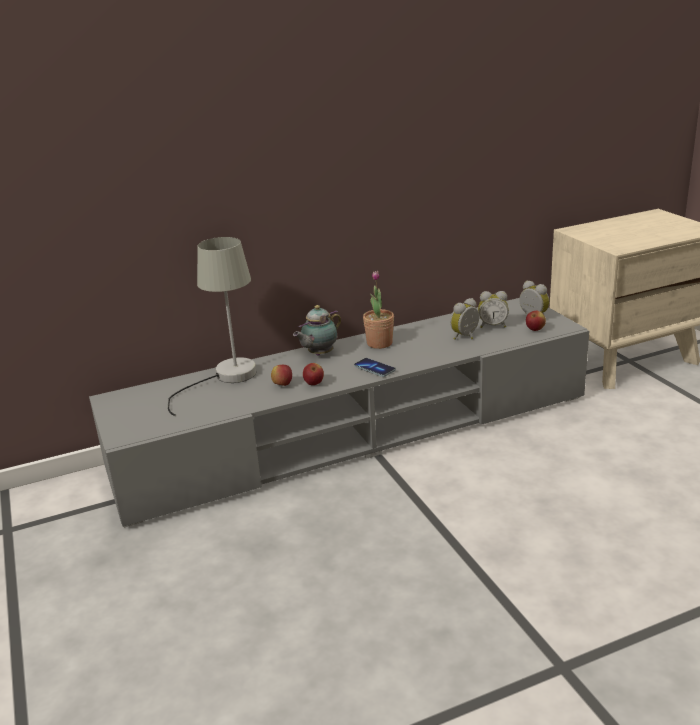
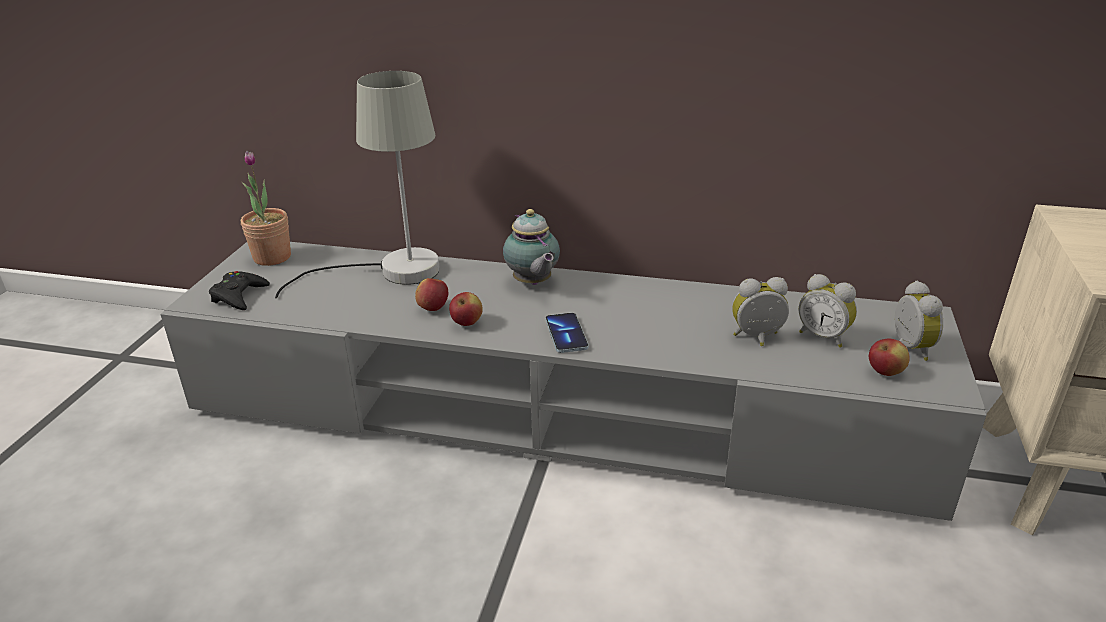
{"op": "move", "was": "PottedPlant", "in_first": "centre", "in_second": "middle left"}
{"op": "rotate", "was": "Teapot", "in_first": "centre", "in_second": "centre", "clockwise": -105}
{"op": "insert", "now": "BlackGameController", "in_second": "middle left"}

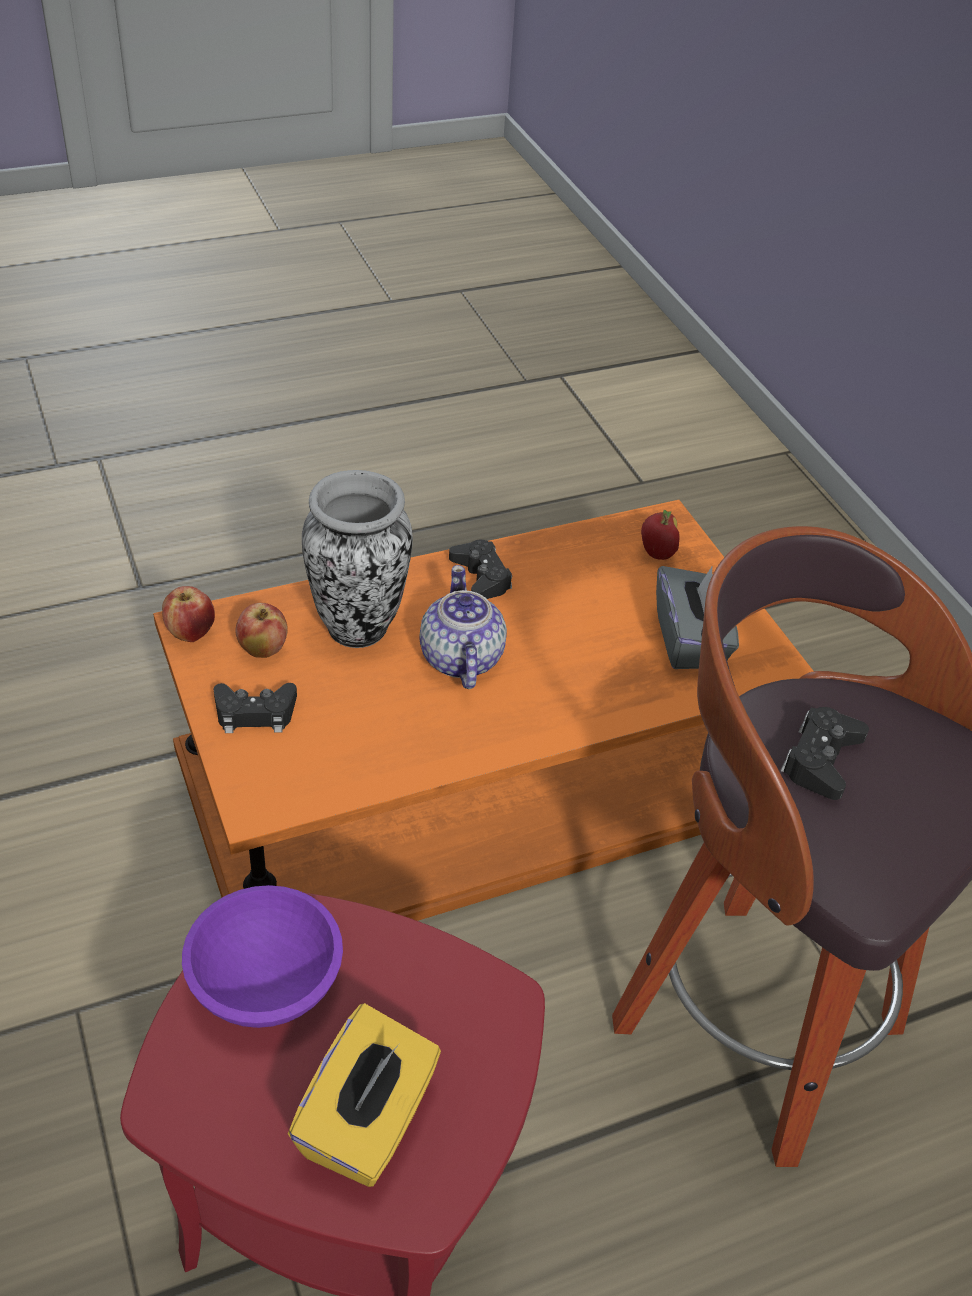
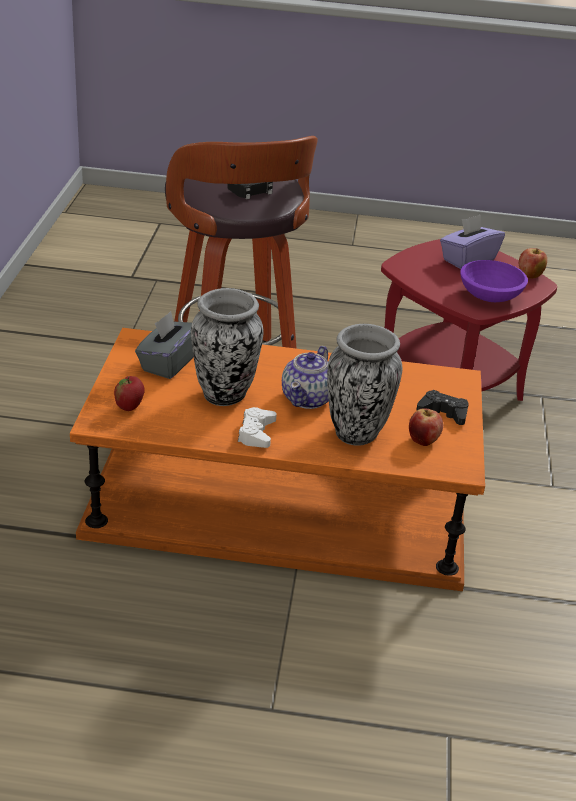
{"op": "recolor", "was": "BlackGameController (2nd from left)", "now": "WhiteGameController", "in_first": "centre", "in_second": "centre"}
{"op": "move", "was": "Apple (1st from left in the first image)", "now": "Apple (3rd from left)", "in_first": "middle left", "in_second": "top right"}
{"op": "recolor", "was": "YellowTissueBox", "now": "PurpleTissueBox", "in_first": "bottom centre", "in_second": "top right"}
{"op": "insert", "now": "Vase (1st from left)", "in_second": "centre"}

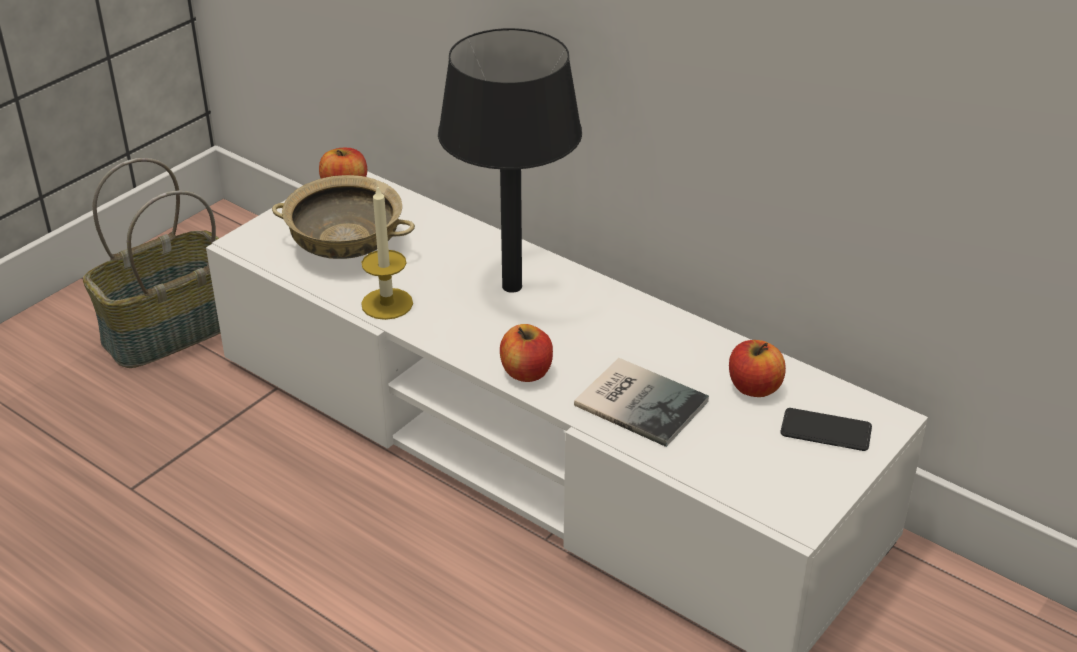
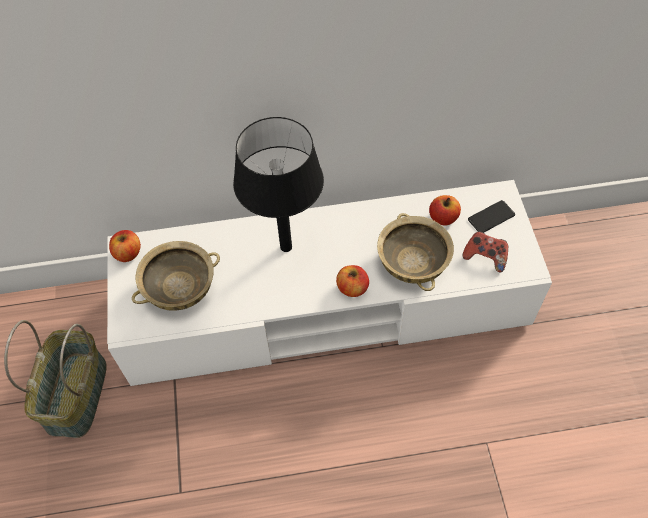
{"op": "delete", "was": "Candle", "in_first": "centre"}
{"op": "replace", "was": "Book", "now": "BeigeBowl (2nd from left)", "in_first": "centre", "in_second": "centre"}
{"op": "insert", "now": "GameController", "in_second": "middle right"}

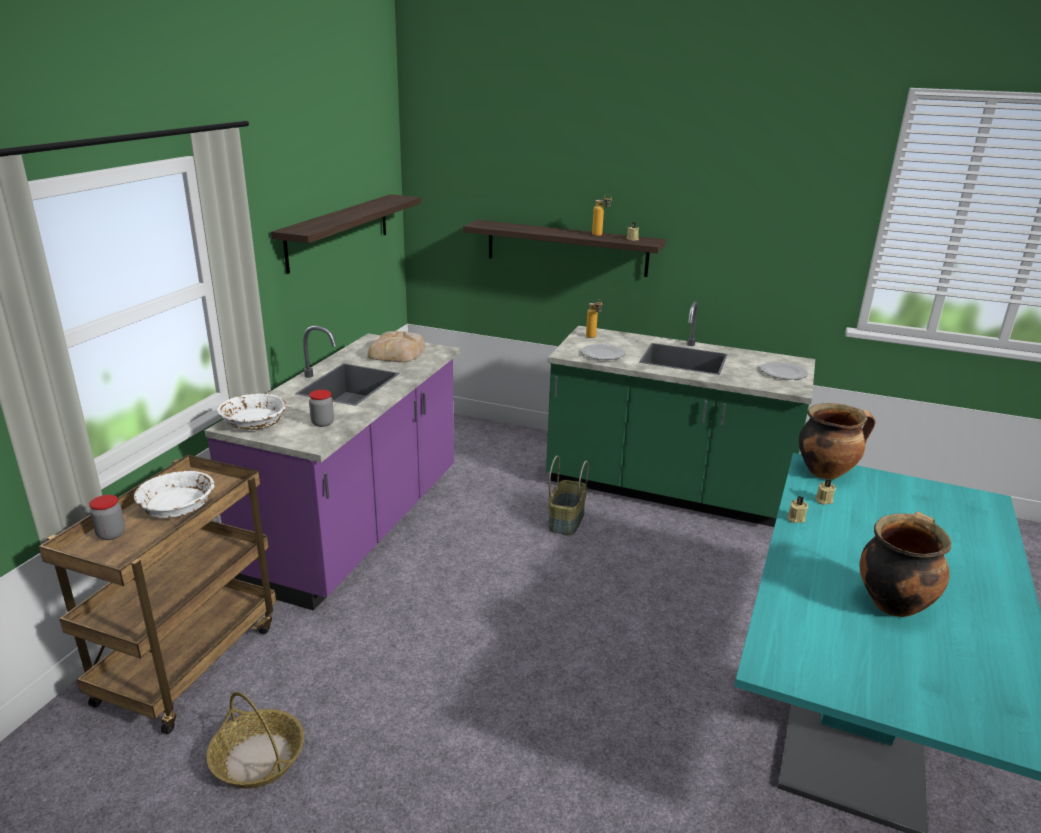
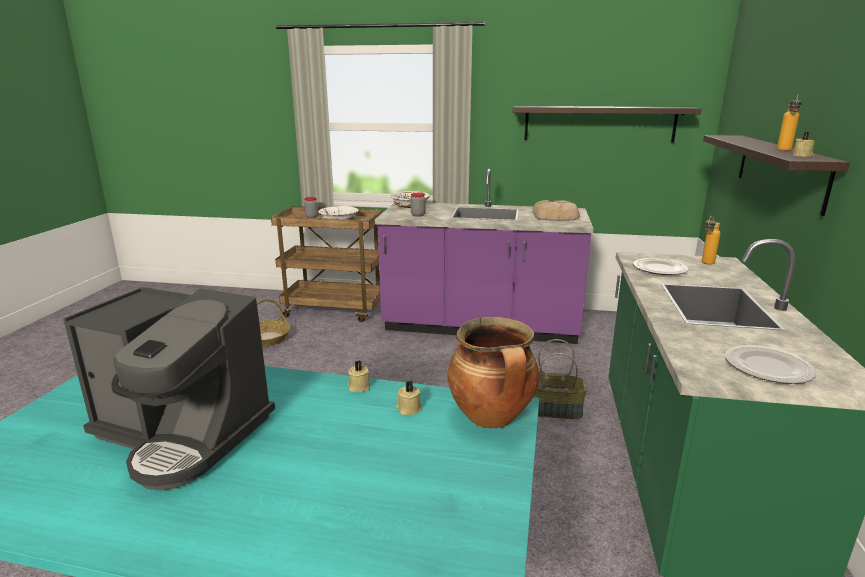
{"op": "replace", "was": "CookingPot (2nd from left)", "now": "CoffeeMachine", "in_first": "bottom right", "in_second": "bottom left"}

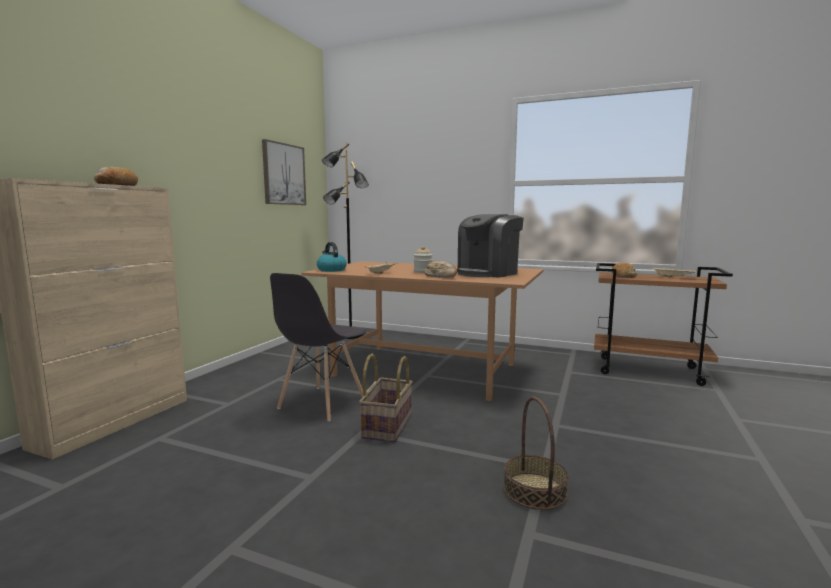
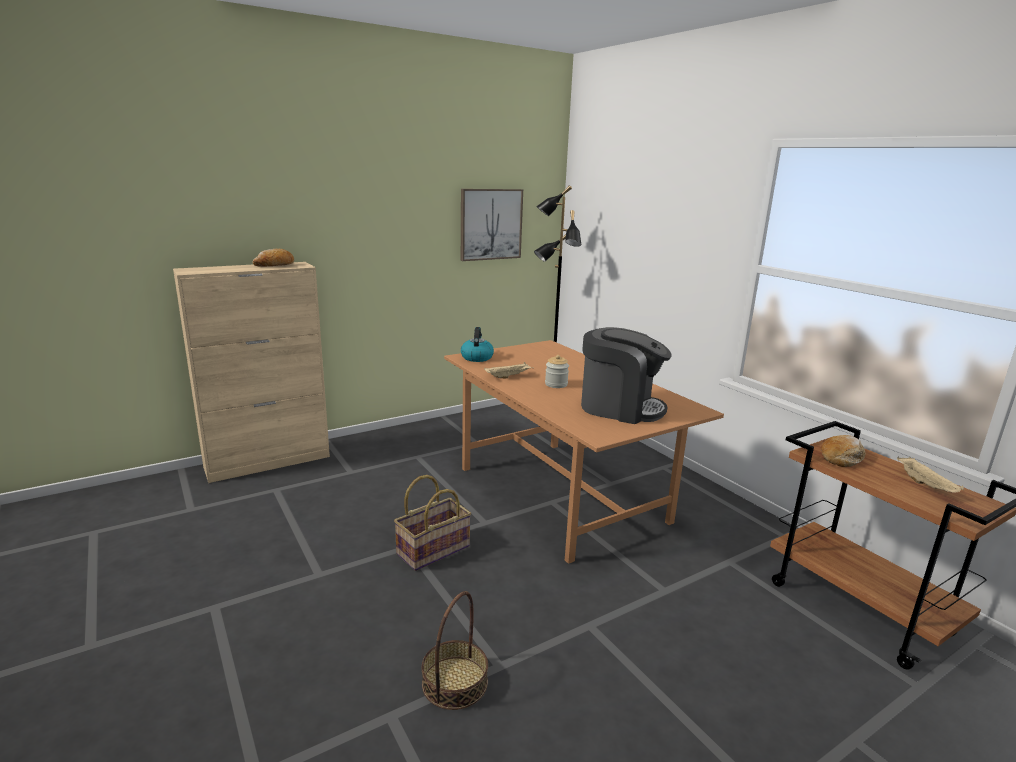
{"op": "rotate", "was": "CoffeeMachine", "in_first": "centre", "in_second": "centre", "clockwise": -150}
{"op": "delete", "was": "Bread (2nd from left)", "in_first": "centre"}
{"op": "delete", "was": "GreyChair", "in_first": "centre"}

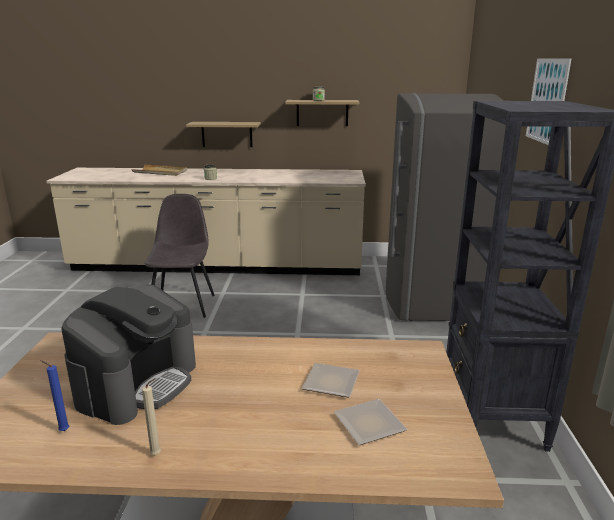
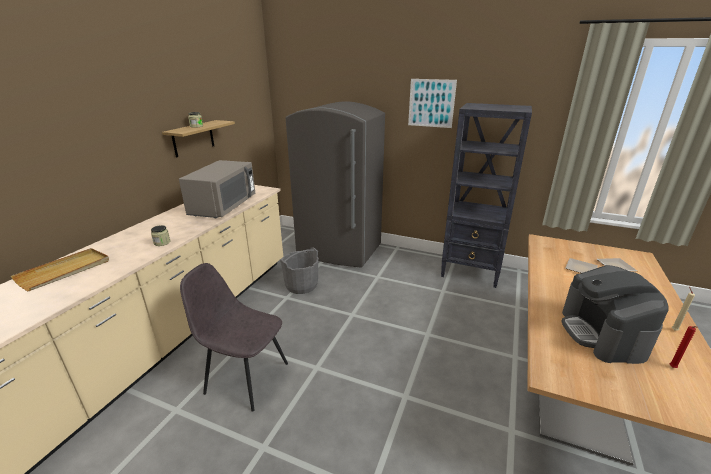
{"op": "delete", "was": "Shelf (1st from left)", "in_first": "top centre"}
{"op": "rotate", "was": "CoffeeMachine", "in_first": "bottom left", "in_second": "middle right", "clockwise": -135}
{"op": "recolor", "was": "BlueCandle", "now": "RedCandle", "in_first": "bottom left", "in_second": "bottom right"}
{"op": "insert", "now": "GreyMicrowave", "in_second": "middle left"}
{"op": "insert", "now": "GreyBucket", "in_second": "centre"}

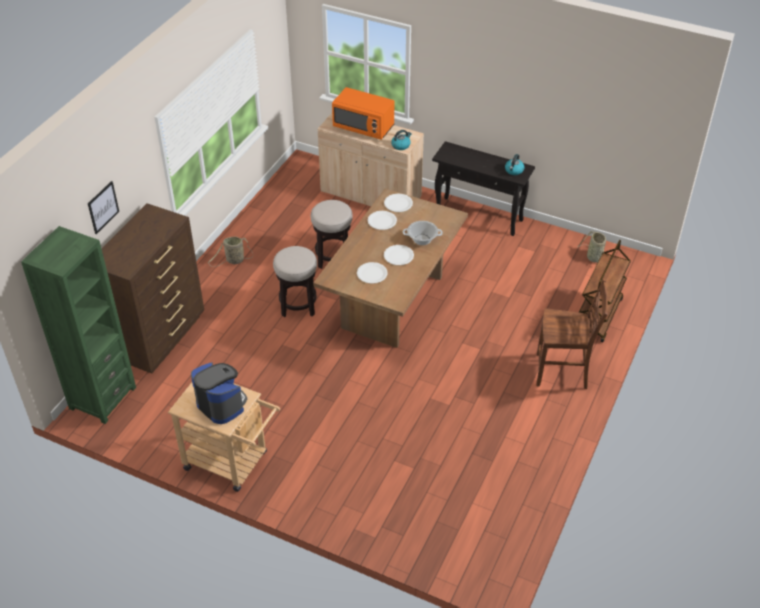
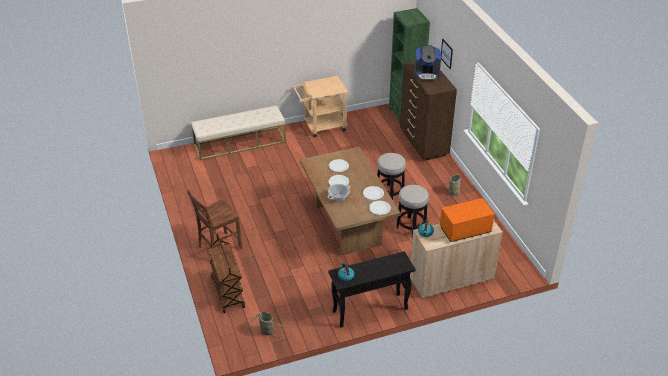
{"op": "move", "was": "CoffeeMachine", "in_first": "middle left", "in_second": "top centre"}
{"op": "insert", "now": "BeigeBench", "in_second": "centre"}

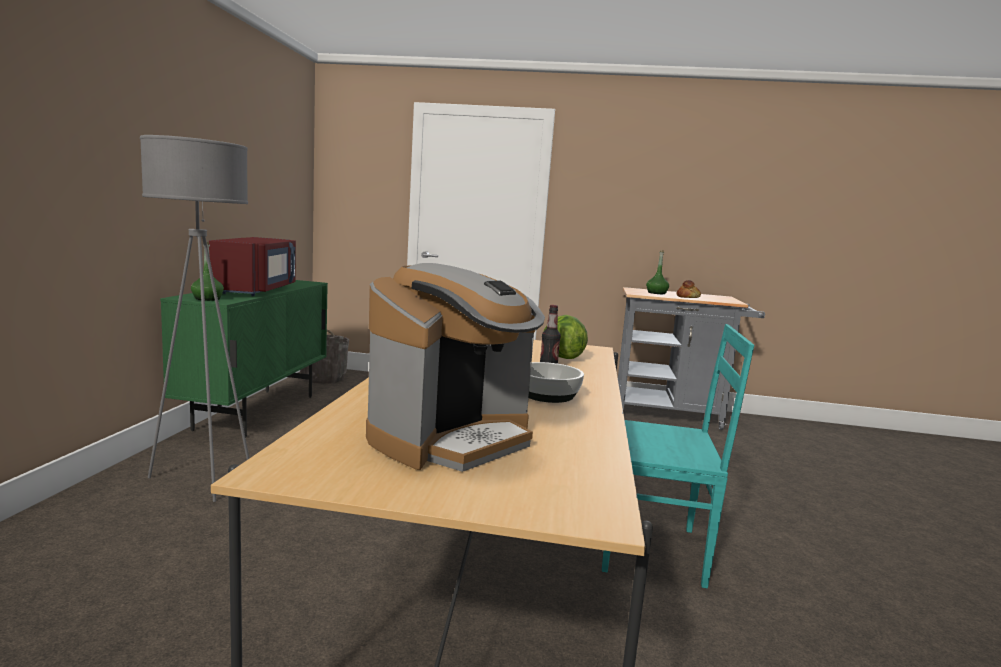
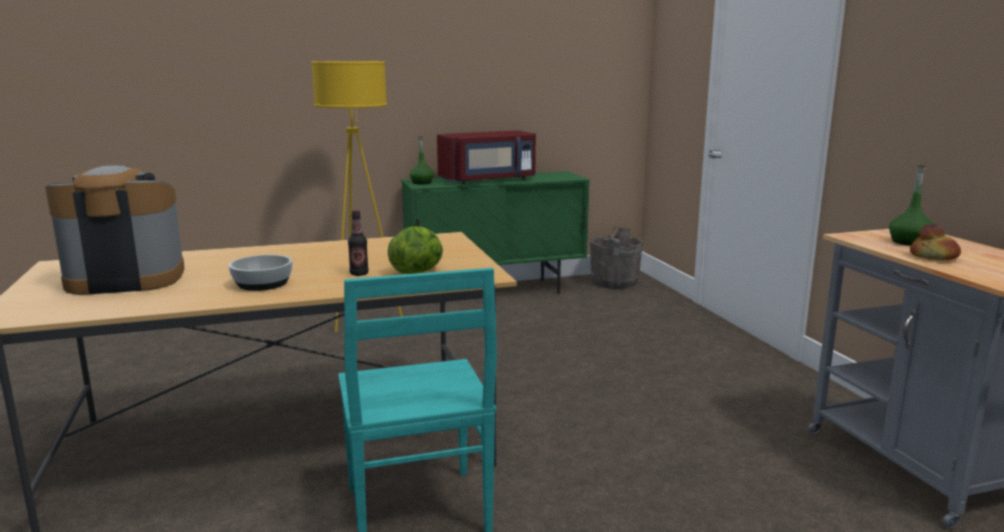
{"op": "recolor", "was": "GreyFloorLamp", "now": "YellowFloorLamp", "in_first": "middle left", "in_second": "centre"}
{"op": "rotate", "was": "CoffeeMachine", "in_first": "centre", "in_second": "middle left", "clockwise": 150}

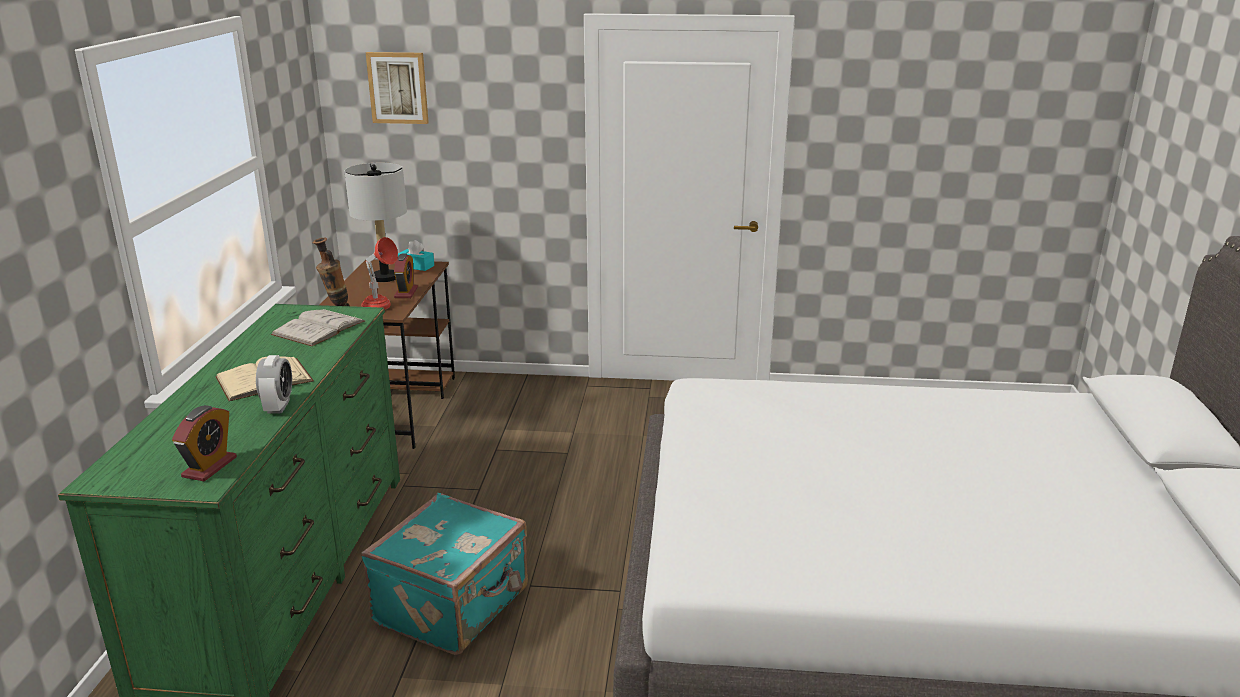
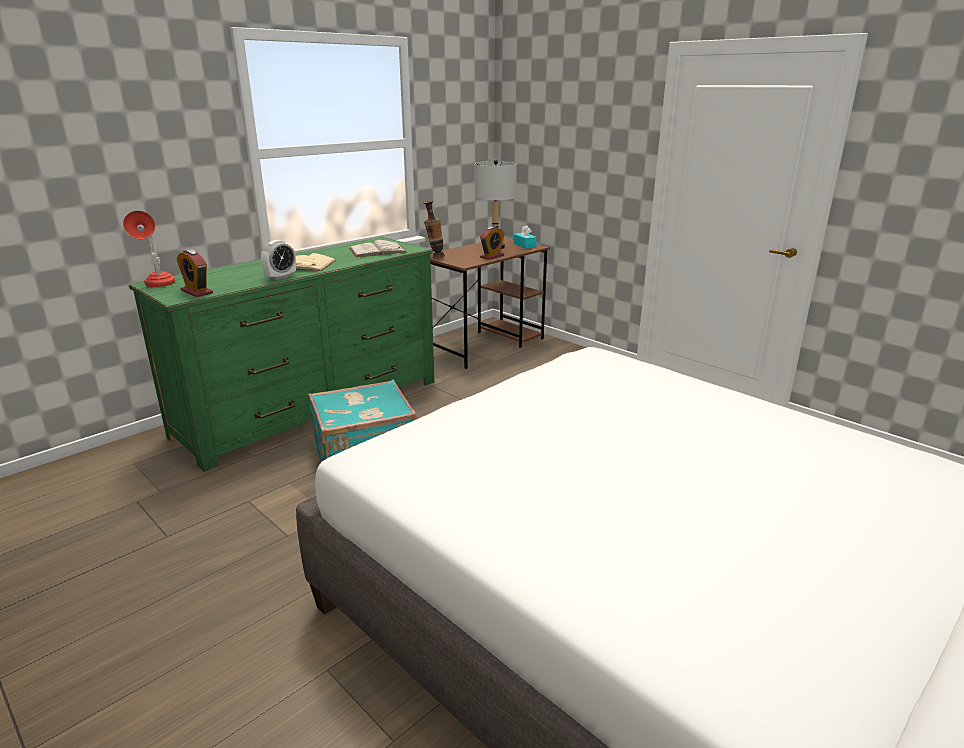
{"op": "delete", "was": "Picture", "in_first": "top left"}
{"op": "move", "was": "RedTableLamp", "in_first": "middle left", "in_second": "top left"}
{"op": "rotate", "was": "AlarmClock (1st from left)", "in_first": "middle left", "in_second": "middle left", "clockwise": 75}

